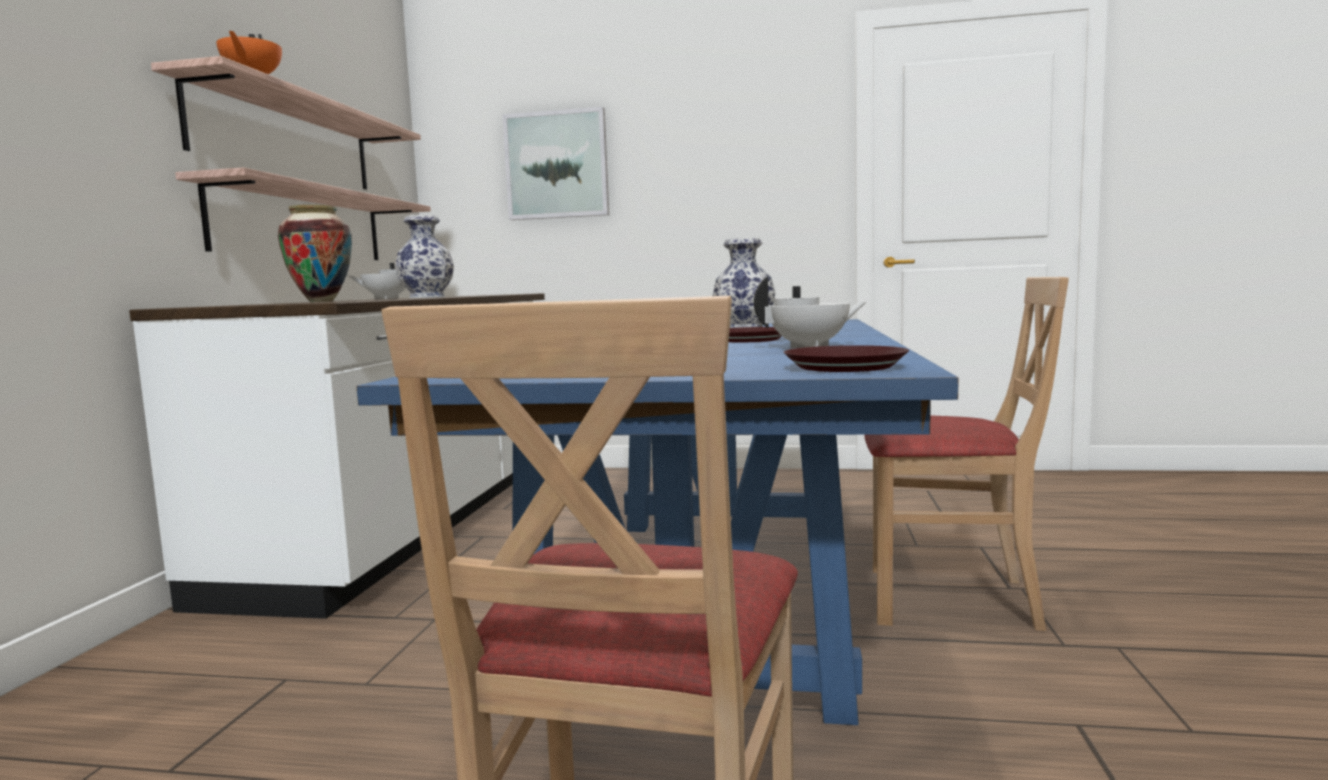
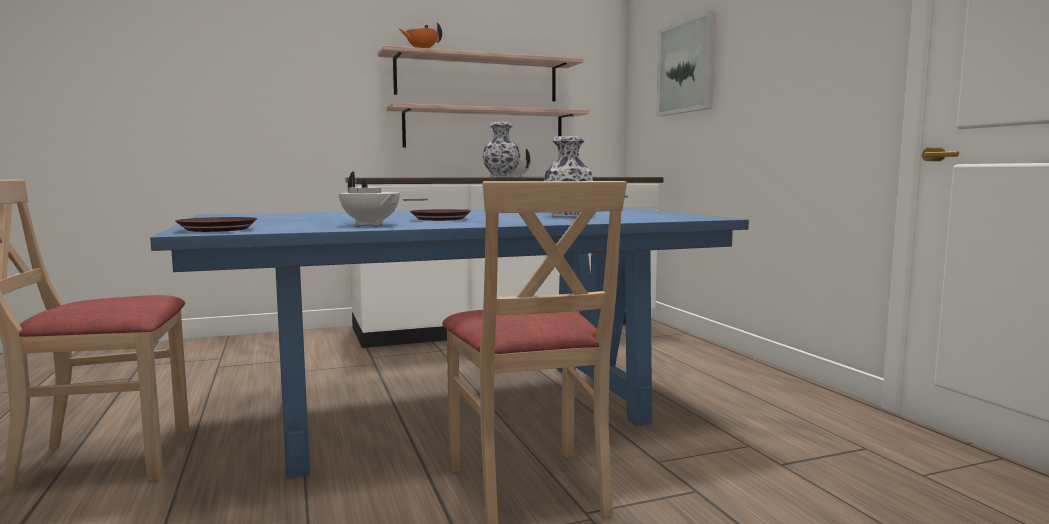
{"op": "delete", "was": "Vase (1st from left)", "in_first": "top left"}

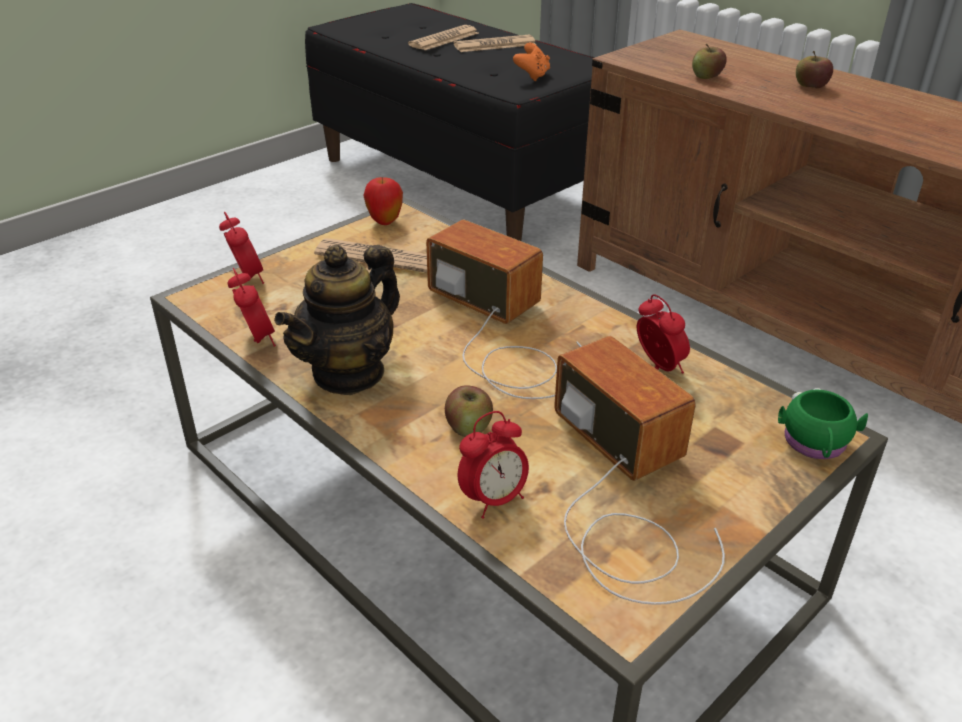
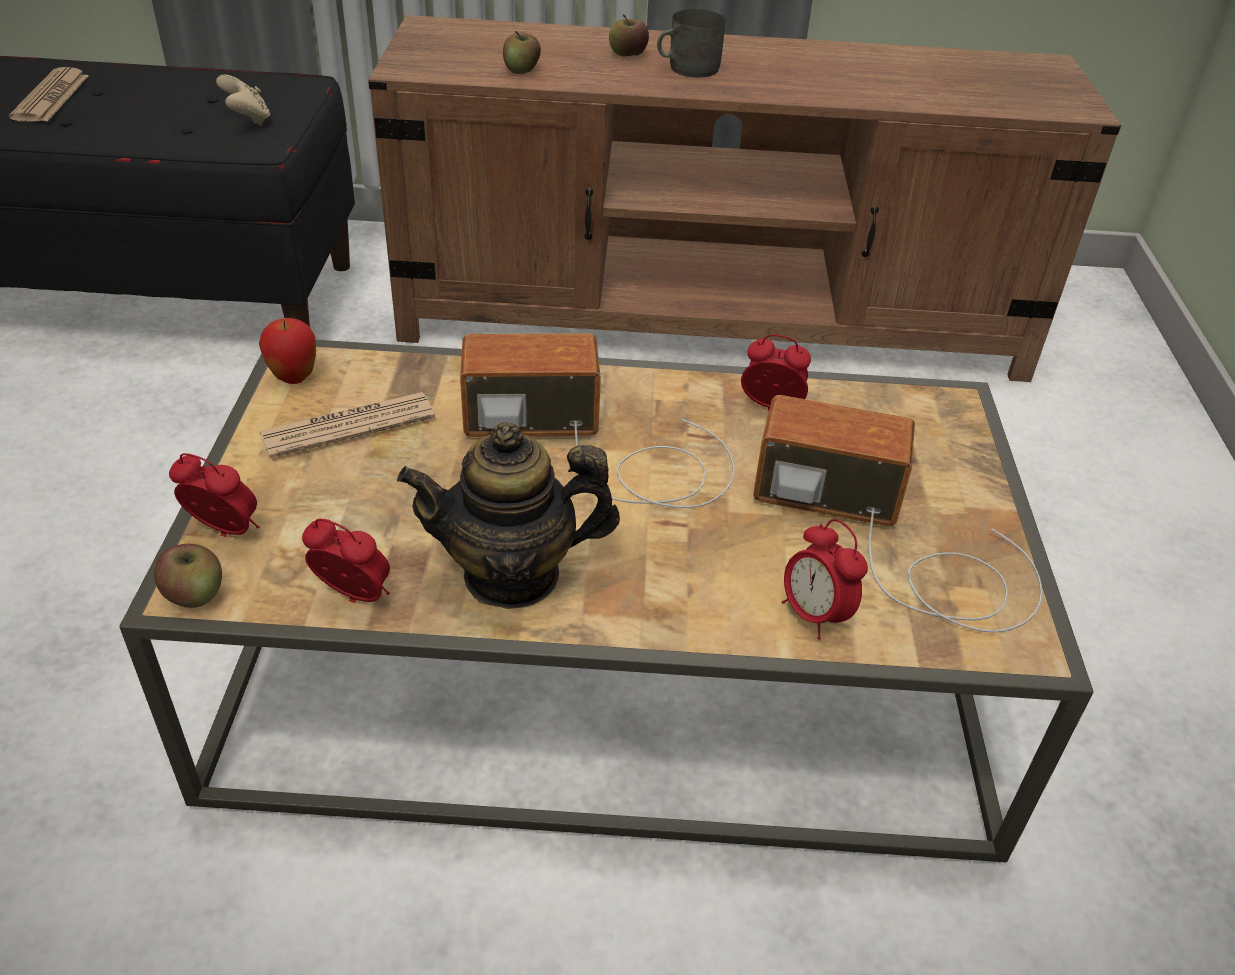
{"op": "delete", "was": "Newspaper (3rd from left)", "in_first": "top centre"}
{"op": "recolor", "was": "OrangeGameController", "now": "BeigeGameController", "in_first": "top centre", "in_second": "top left"}
{"op": "rotate", "was": "Teapot", "in_first": "centre", "in_second": "centre", "clockwise": 90}
{"op": "move", "was": "Apple (2nd from left in the first image)", "now": "Apple (1st from left)", "in_first": "centre", "in_second": "middle left"}
{"op": "delete", "was": "GreenMug", "in_first": "middle right"}
{"op": "rotate", "was": "AlarmClock (3rd from left in the first image)", "in_first": "centre", "in_second": "middle right", "clockwise": 135}
{"op": "insert", "now": "GreyMug", "in_second": "top centre"}

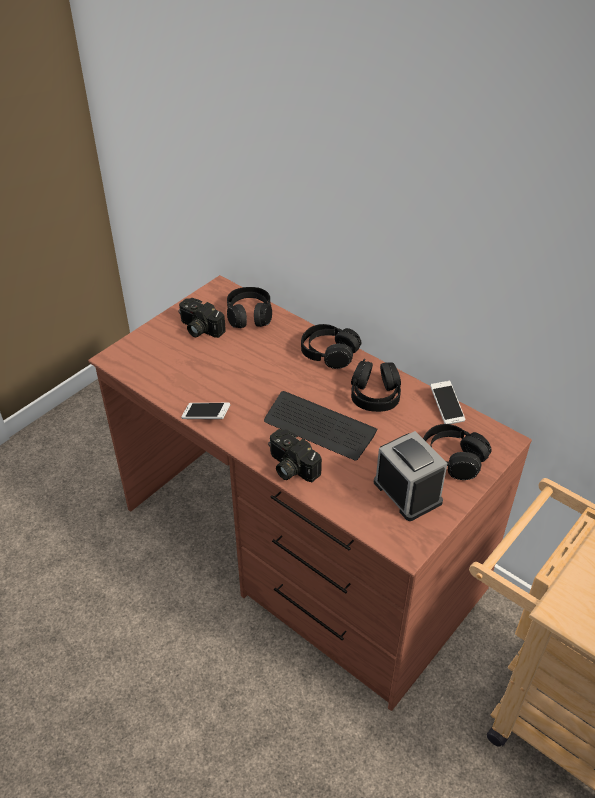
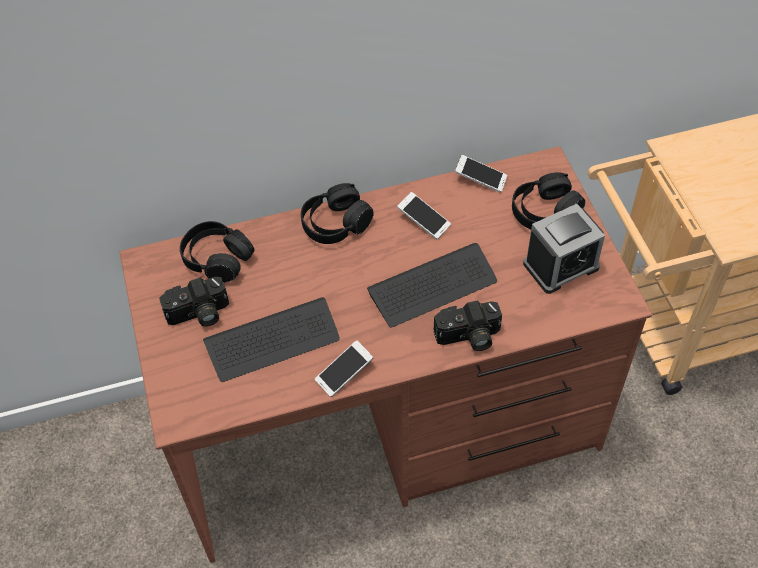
{"op": "replace", "was": "BlackHeadphones (3rd from left)", "now": "Phone (2nd from left)", "in_first": "centre", "in_second": "centre"}
{"op": "rotate", "was": "AlarmClock", "in_first": "middle right", "in_second": "middle right", "clockwise": 150}
{"op": "insert", "now": "Keyboard (1st from left)", "in_second": "centre"}

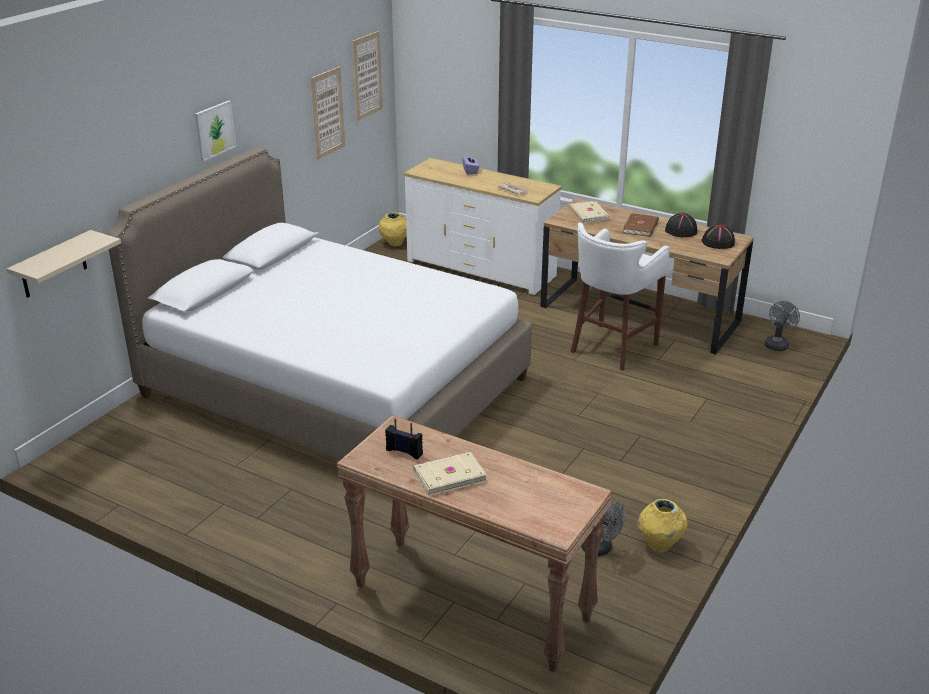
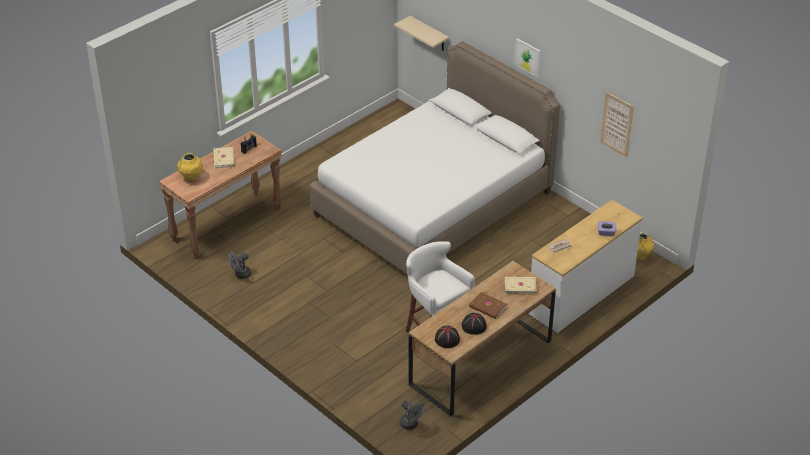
{"op": "delete", "was": "Picture (3rd from left)", "in_first": "top centre"}
{"op": "move", "was": "YellowVase (2nd from left in the first image)", "now": "YellowVase (1st from left)", "in_first": "bottom right", "in_second": "middle left"}

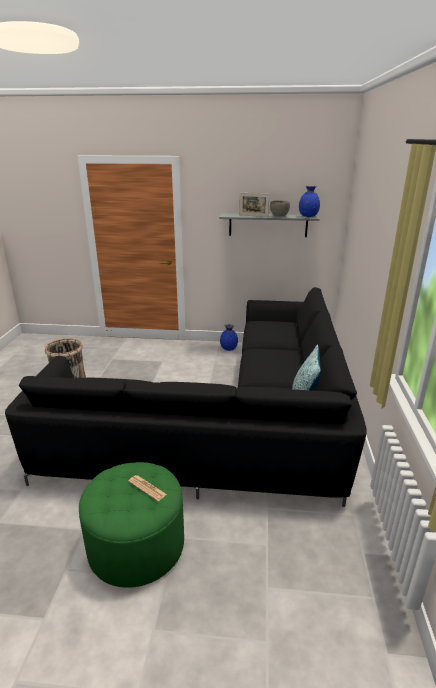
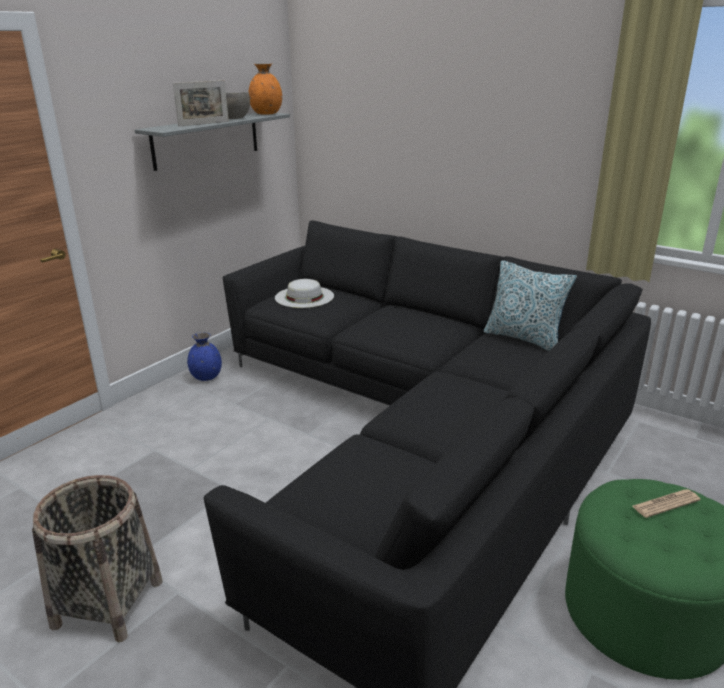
{"op": "recolor", "was": "BlueVase (2nd from left)", "now": "OrangeVase", "in_first": "top right", "in_second": "top centre"}
{"op": "insert", "now": "WhiteHat", "in_second": "centre"}

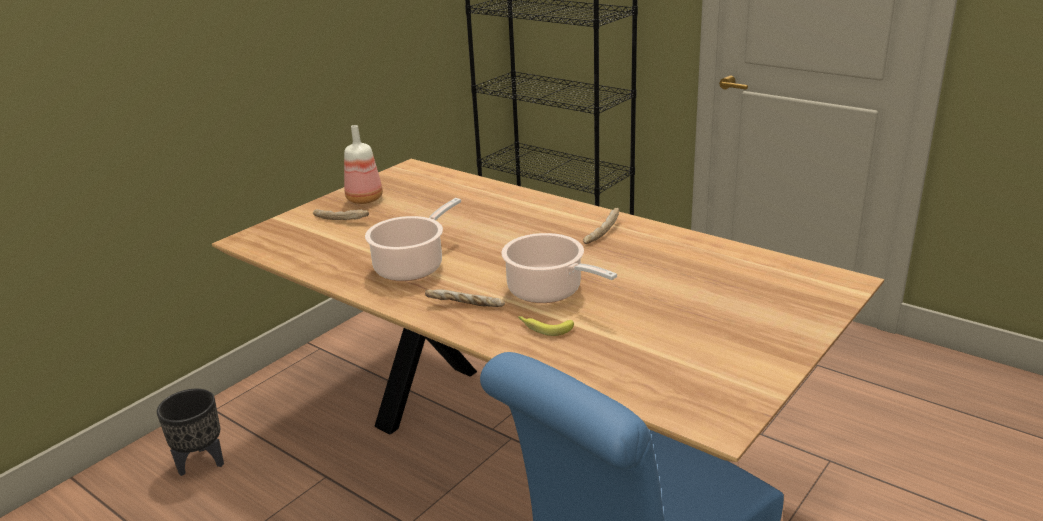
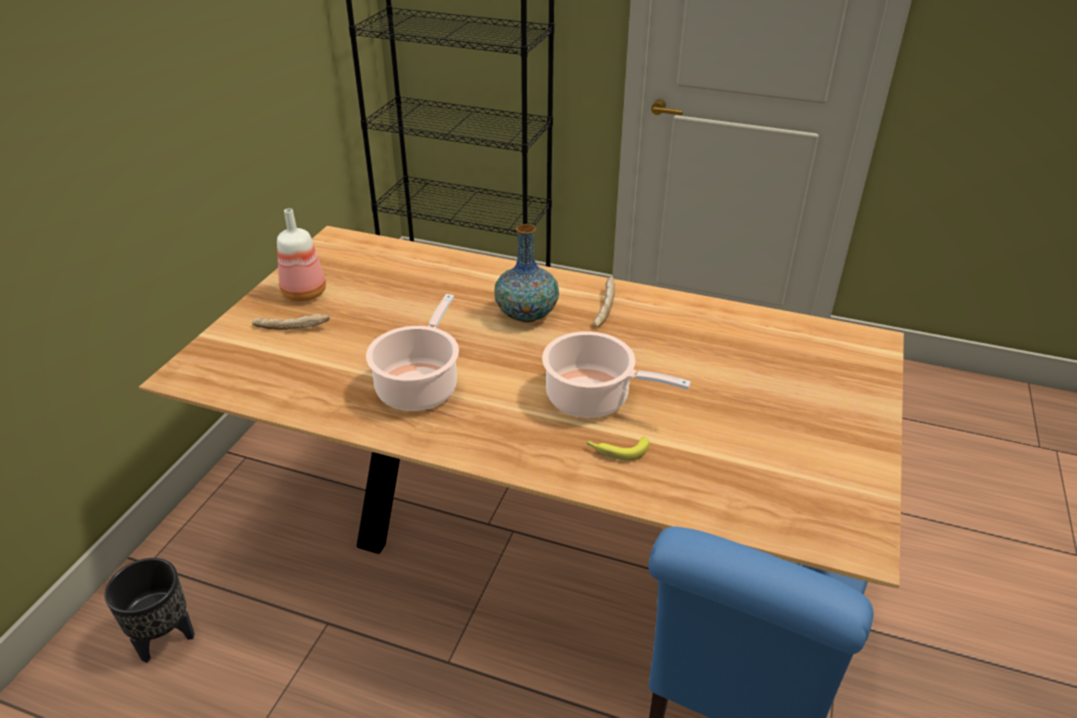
{"op": "delete", "was": "Bread (2nd from left)", "in_first": "centre"}
{"op": "insert", "now": "Vase", "in_second": "centre"}

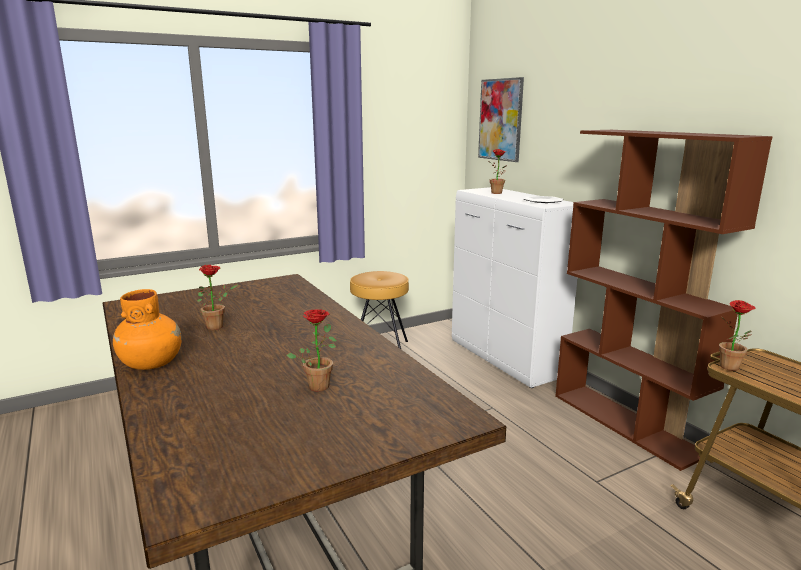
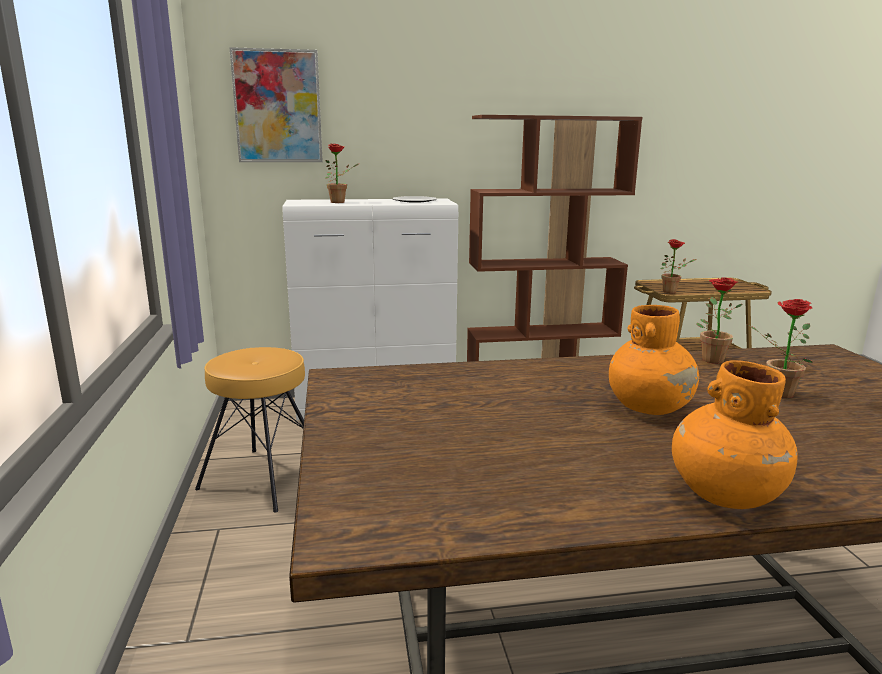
{"op": "move", "was": "PottedPlant (1st from left in the first image)", "now": "PottedPlant (3rd from left)", "in_first": "middle left", "in_second": "middle right"}
{"op": "insert", "now": "OrangeVase (1st from left)", "in_second": "middle right"}

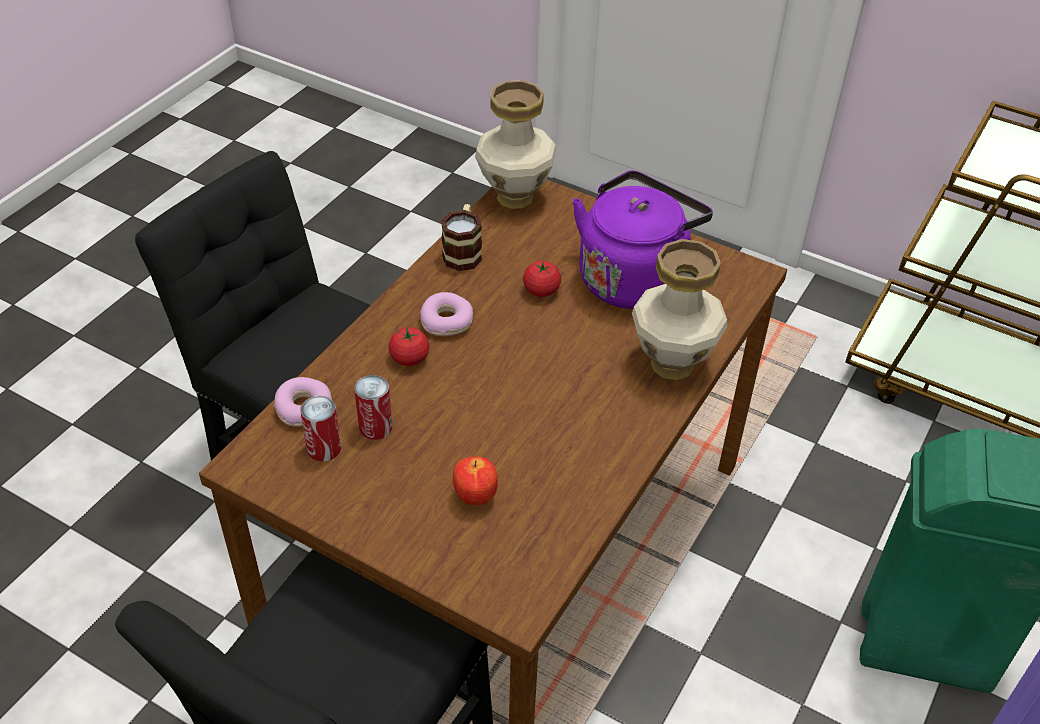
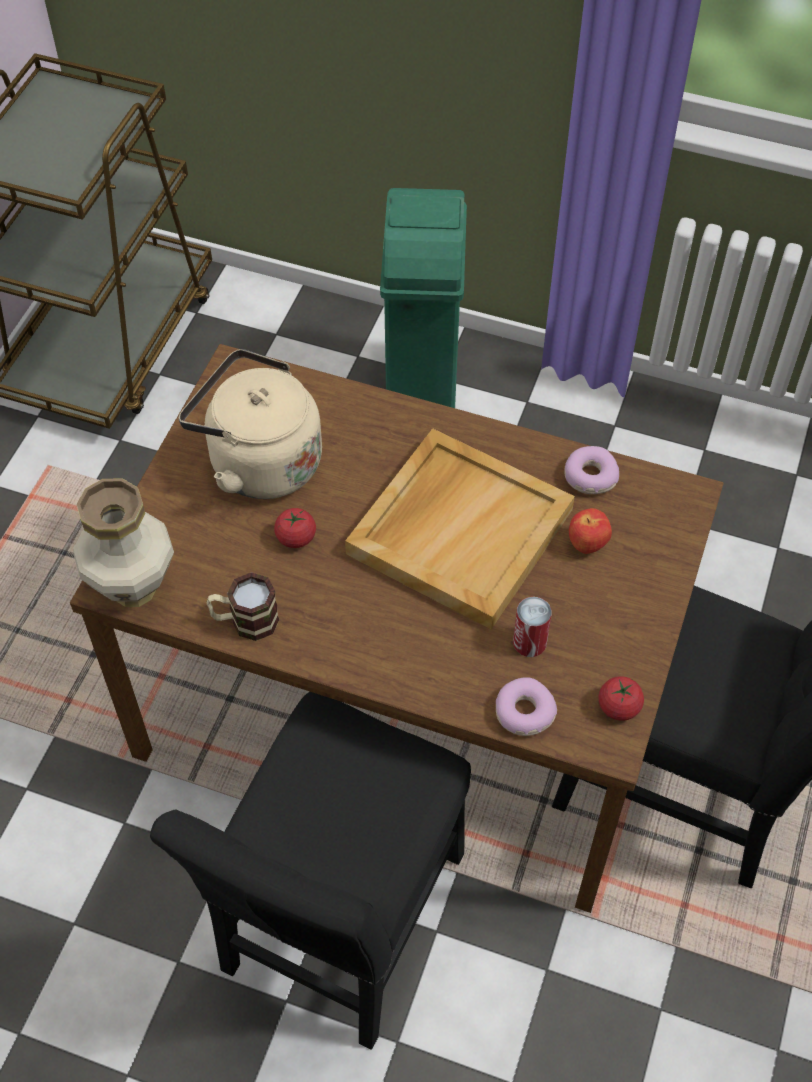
{"op": "recolor", "was": "PurpleKettle", "now": "BeigeKettle", "in_first": "top centre", "in_second": "middle left"}
{"op": "delete", "was": "Vase (2nd from left)", "in_first": "centre"}
{"op": "move", "was": "Donut (2nd from left)", "in_first": "centre", "in_second": "middle right"}
{"op": "move", "was": "Tomato (1st from left in the first image)", "now": "Tomato (2nd from left)", "in_first": "centre", "in_second": "middle right"}
{"op": "delete", "was": "Can (1st from left)", "in_first": "middle left"}
{"op": "insert", "now": "BeigeTray", "in_second": "centre"}

